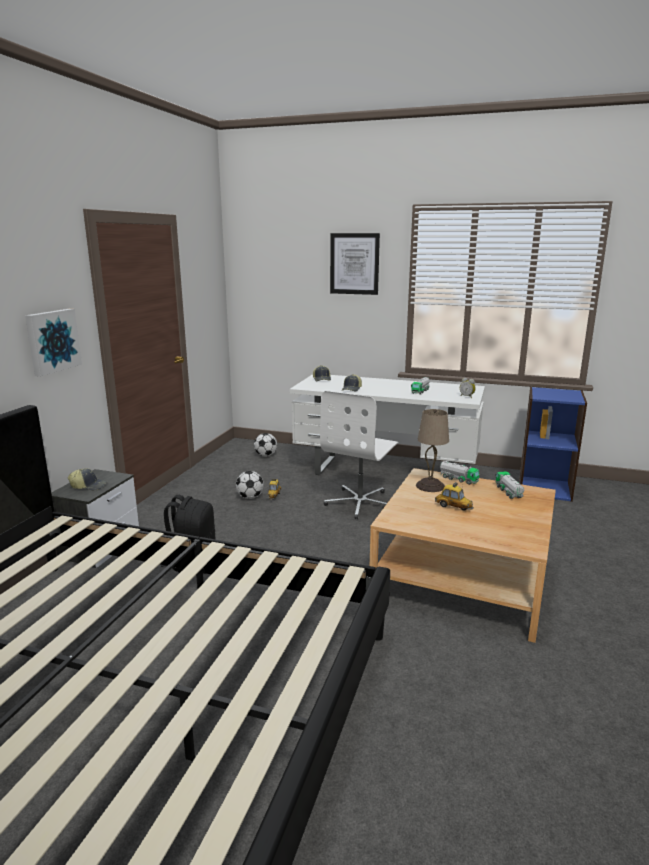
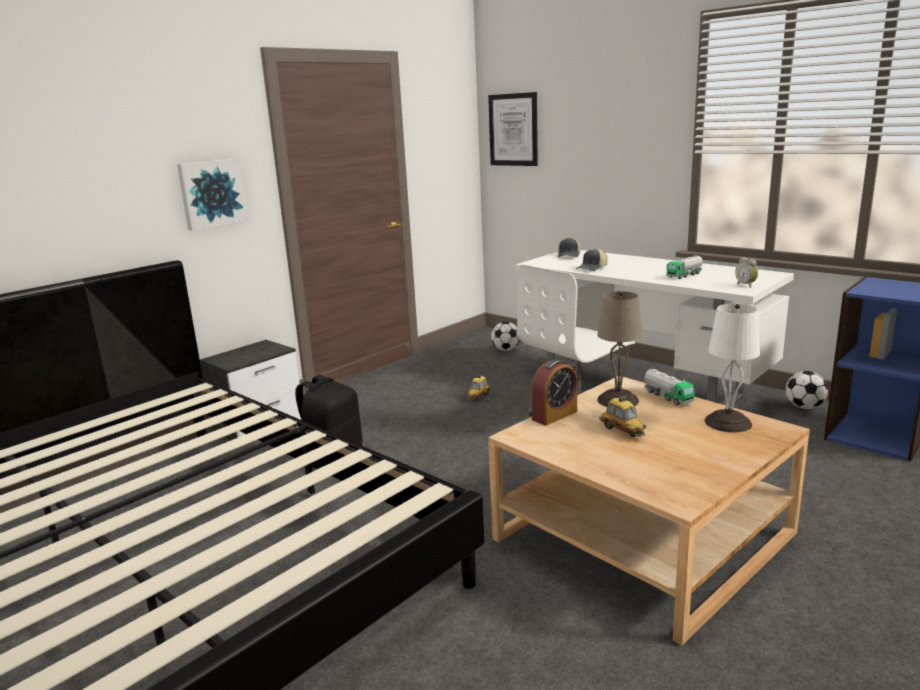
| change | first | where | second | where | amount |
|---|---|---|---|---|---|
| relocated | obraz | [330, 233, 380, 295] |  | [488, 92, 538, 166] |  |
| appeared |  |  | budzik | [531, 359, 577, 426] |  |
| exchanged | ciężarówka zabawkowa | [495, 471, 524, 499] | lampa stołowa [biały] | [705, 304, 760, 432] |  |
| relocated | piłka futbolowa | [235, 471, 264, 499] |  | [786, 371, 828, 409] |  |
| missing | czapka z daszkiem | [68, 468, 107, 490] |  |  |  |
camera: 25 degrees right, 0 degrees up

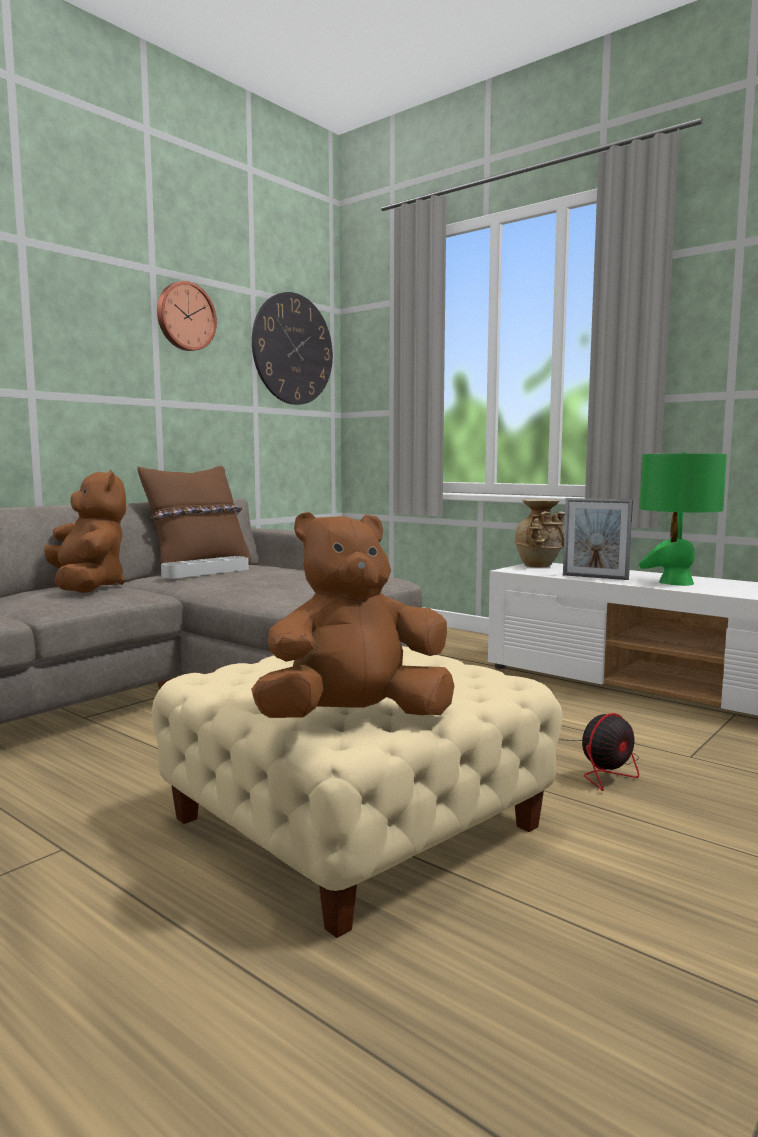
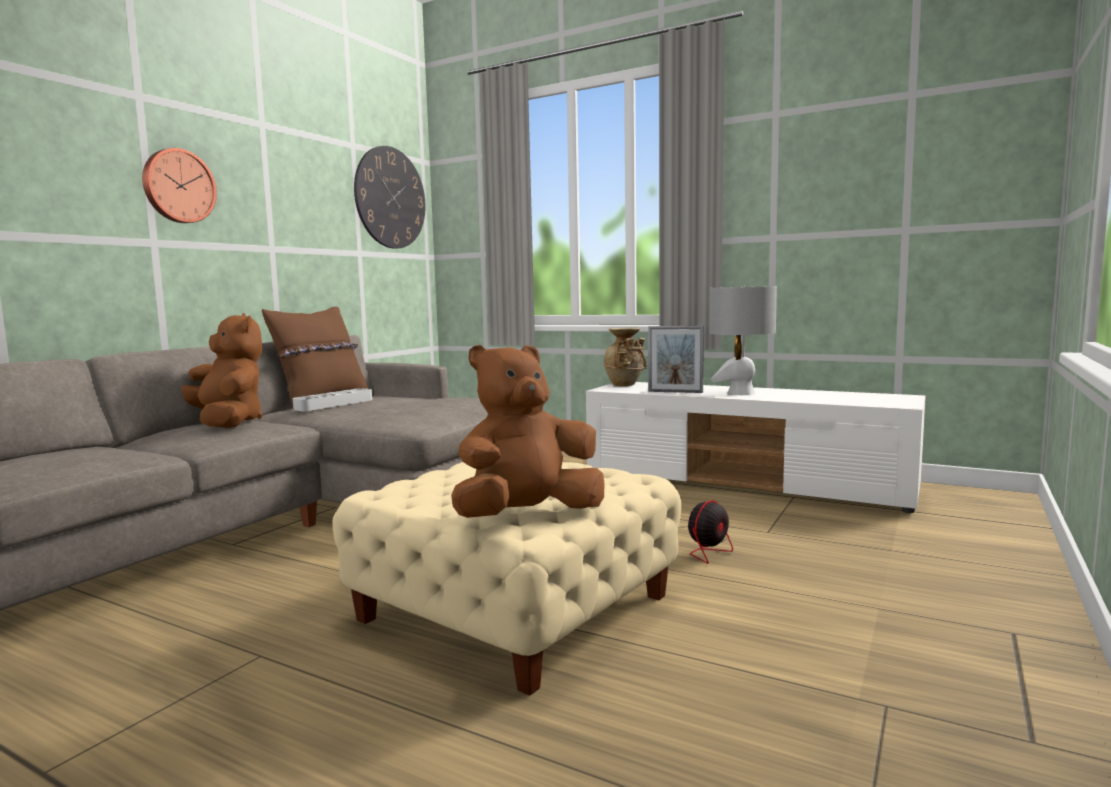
| change | first | where | second | where | amount |
|---|---|---|---|---|---|
| relocated | zegar ścienny | [157, 281, 217, 351] |  | [142, 148, 217, 223] |  |
| colour | lampa stołowa [zielony] | [639, 453, 727, 586] | lampa stołowa [szary] | [710, 286, 777, 395] |  |
camera: 10 degrees left, 0 degrees up

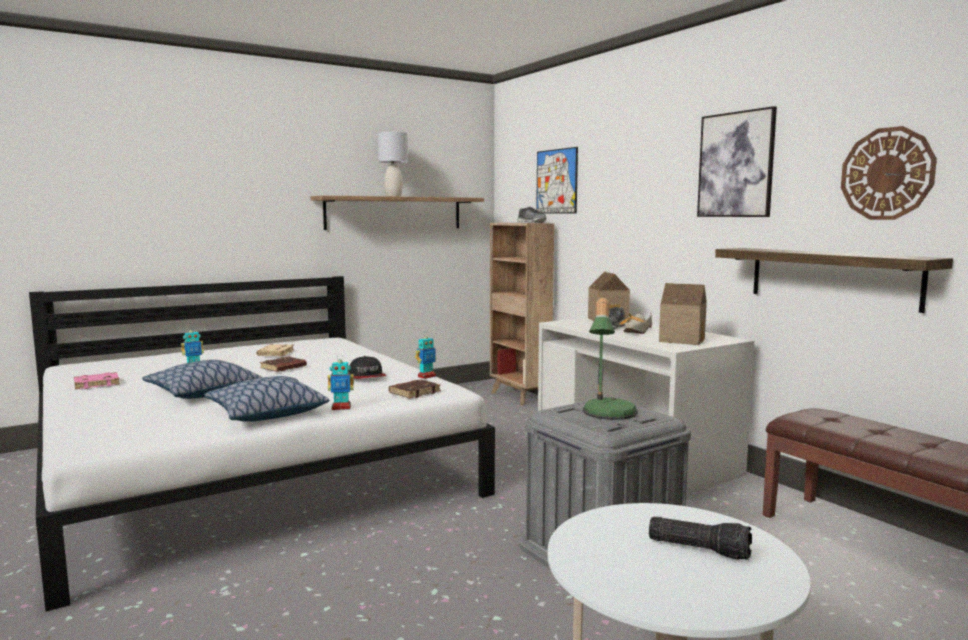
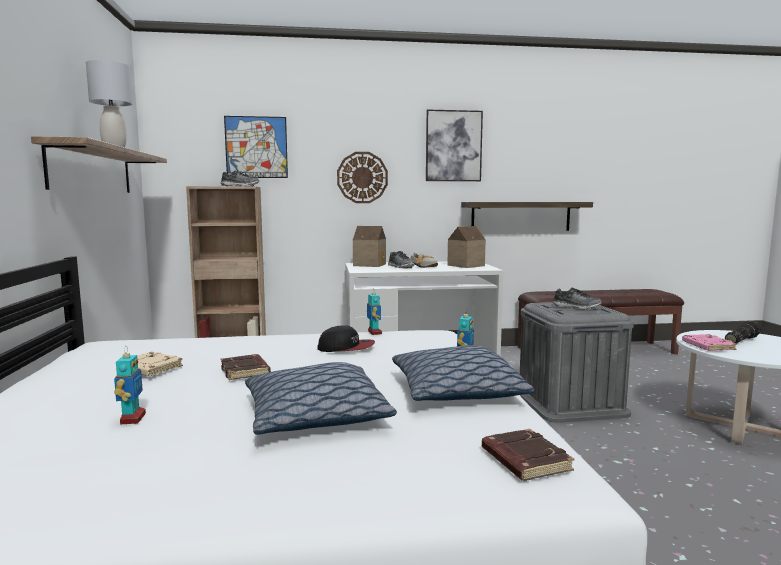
| change | first | where | second | where | amount |
|---|---|---|---|---|---|
| relocated | zegar ścienny | [841, 126, 937, 220] |  | [337, 152, 388, 203] |  |
| relocated | książka [brązowy] | [389, 379, 441, 399] |  | [482, 429, 575, 481] |  |
| exchanged | lampa stołowa | [583, 297, 638, 420] | but | [552, 288, 602, 310] |  |
| relocated | książka [różowy] | [74, 372, 120, 389] |  | [682, 334, 737, 351] |  |
camera: 65 degrees left, 0 degrees up

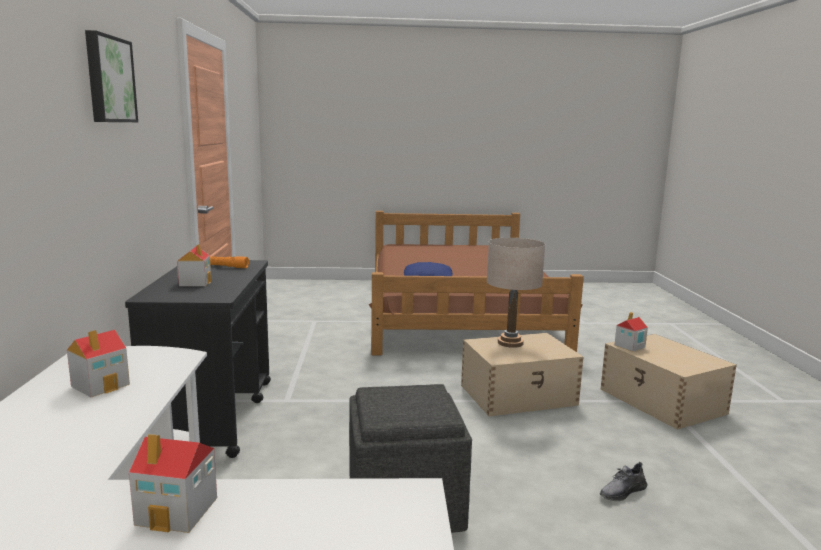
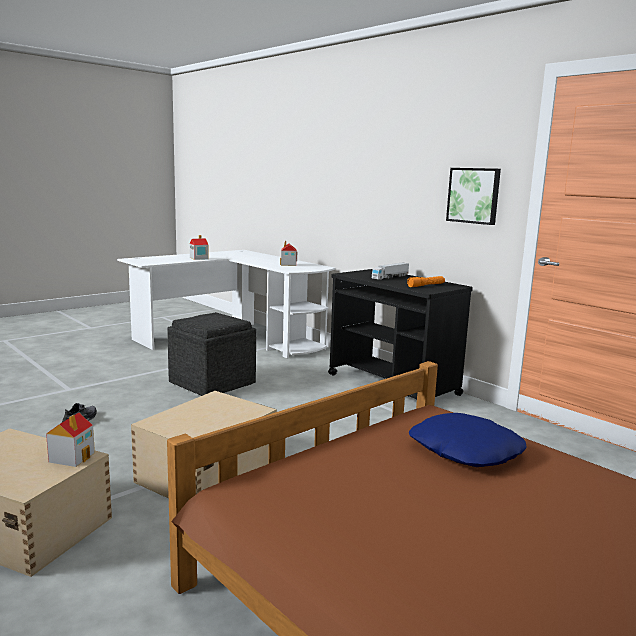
| change | first | where | second | where | amount |
|---|---|---|---|---|---|
| exchanged | domek | [177, 244, 211, 286] | ciężarówka zabawkowa | [372, 262, 409, 280] |  |
| relocated | obraz | [85, 30, 138, 122] |  | [446, 168, 501, 225] |  |
| missing | lampa stołowa [beżowy] | [487, 238, 545, 348] |  |  |  |
camera: 140 degrees right, 0 degrees up

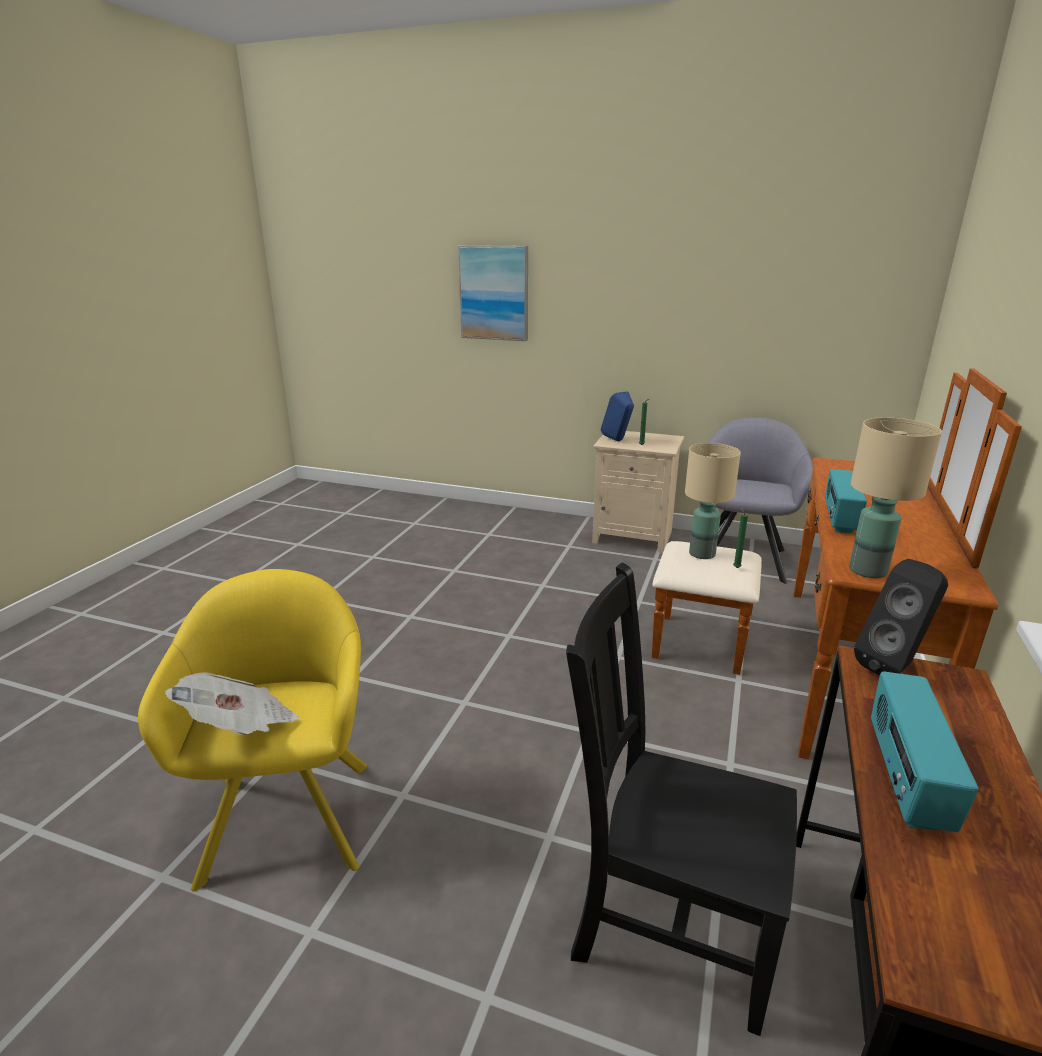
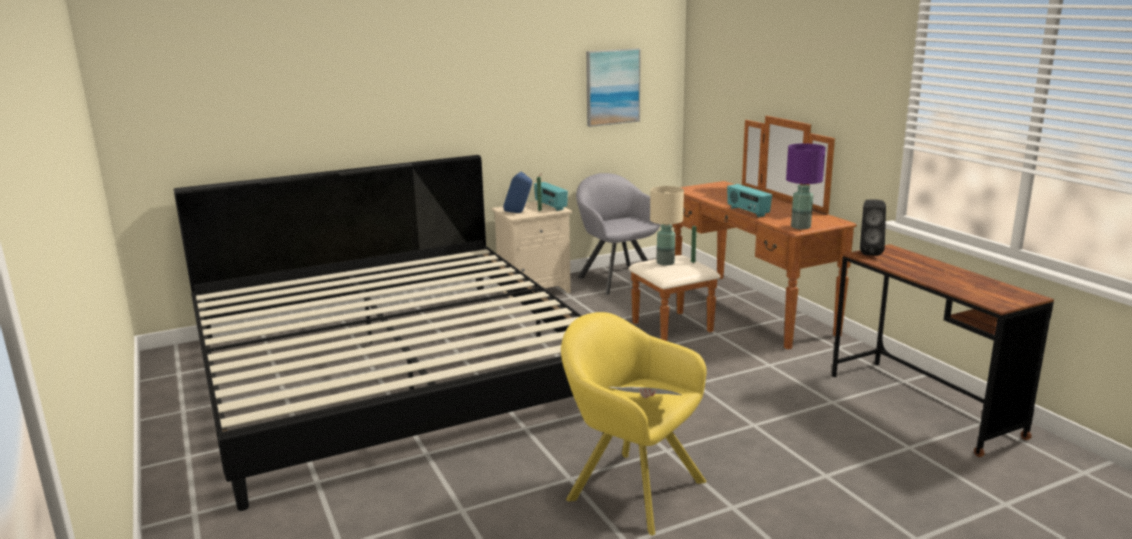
| change | first | where | second | where | amount |
|---|---|---|---|---|---|
| appeared |  |  | łóżko | [174, 155, 582, 511] |  |
| relocated | radio | [871, 672, 978, 832] |  | [534, 182, 568, 211] |  |
| relocated | obraz | [458, 245, 528, 341] |  | [586, 48, 641, 127] |  |
| colour | lampa stołowa [beżowy] | [849, 417, 942, 578] | lampa stołowa [fioletowy] | [786, 143, 825, 230] |  |
| missing | krzesło [czarny] | [566, 563, 797, 1036] |  |  |  |
camera: 45 degrees left, 5 degrees down

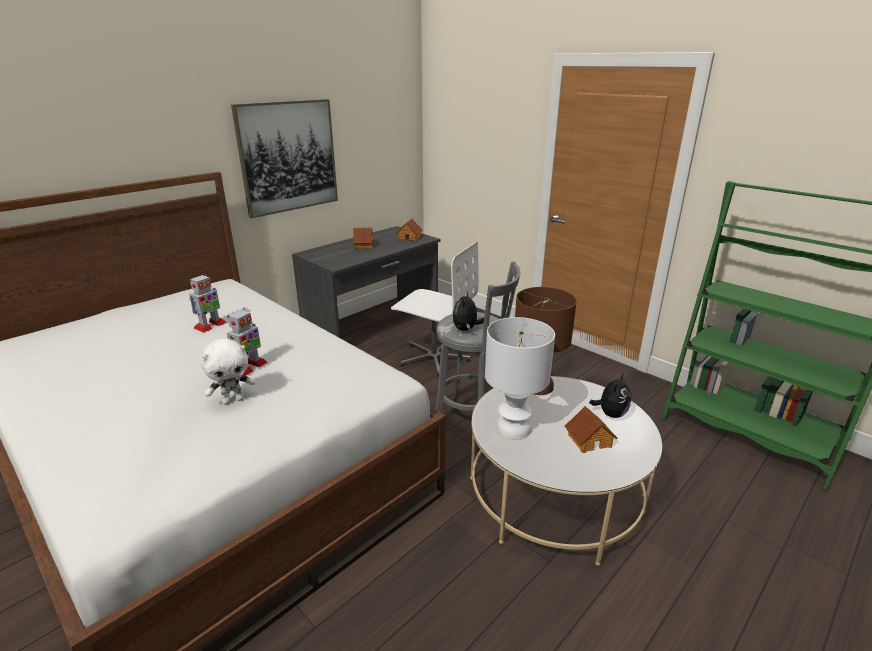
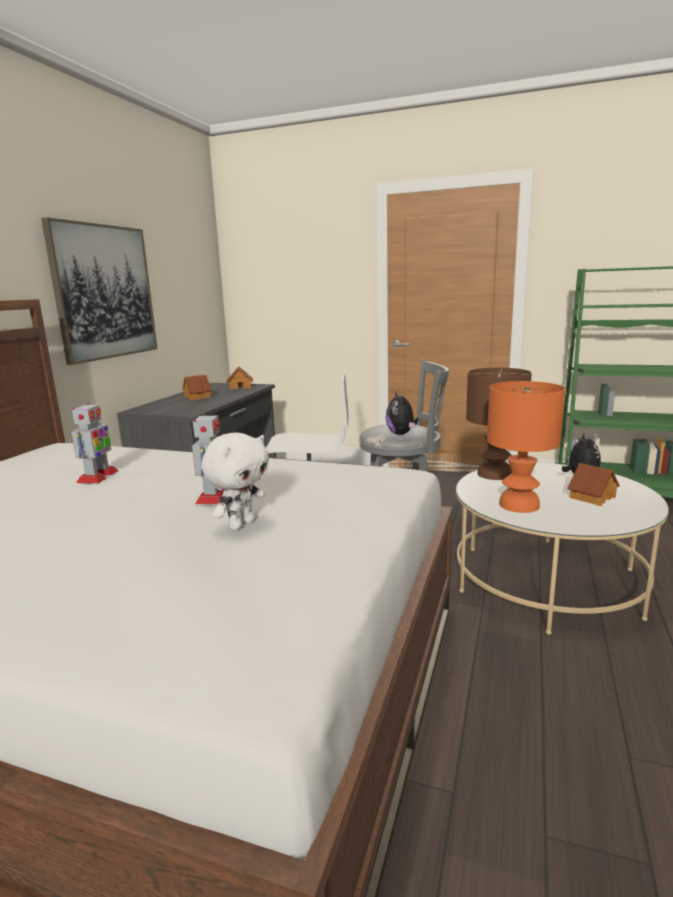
| change | first | where | second | where | amount |
|---|---|---|---|---|---|
| colour | lampa stołowa [biały] | [485, 317, 555, 439] | lampa stołowa [pomarańczowy] | [487, 381, 565, 513] |  |
camera: 25 degrees left, 10 degrees down

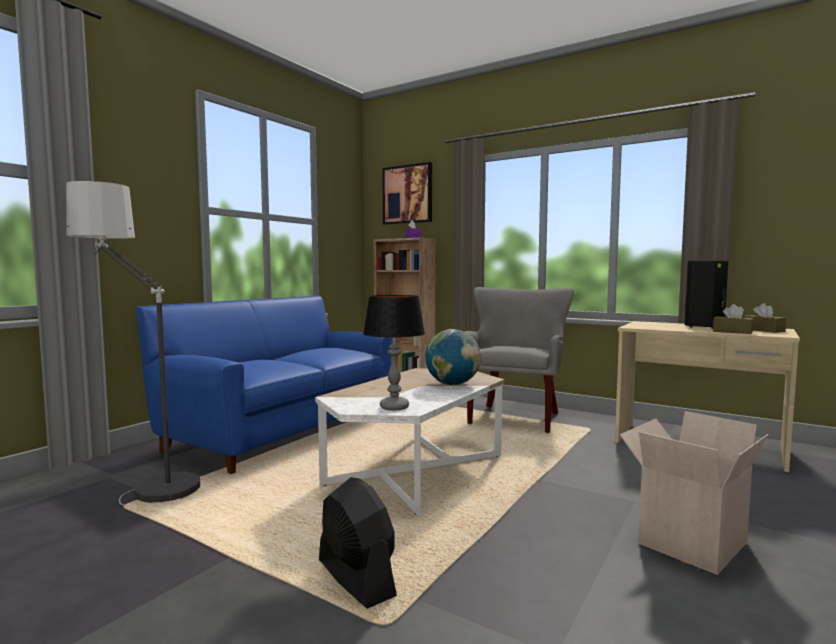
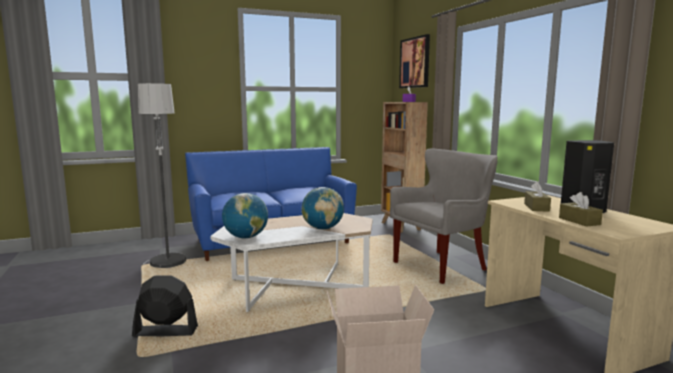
| change | first | where | second | where | amount |
|---|---|---|---|---|---|
| spun | wentylator [czarny] | [319, 477, 397, 609] |  | [132, 275, 198, 337] | 90 degrees counterclockwise |
| exchanged | lampa stołowa | [363, 295, 425, 411] | globus | [222, 193, 268, 239] |  |
| relocated | pudełko chusteczek [brązowy] | [743, 303, 786, 333] |  | [524, 182, 551, 212] |  |
camera: 35 degrees right, 5 degrees up

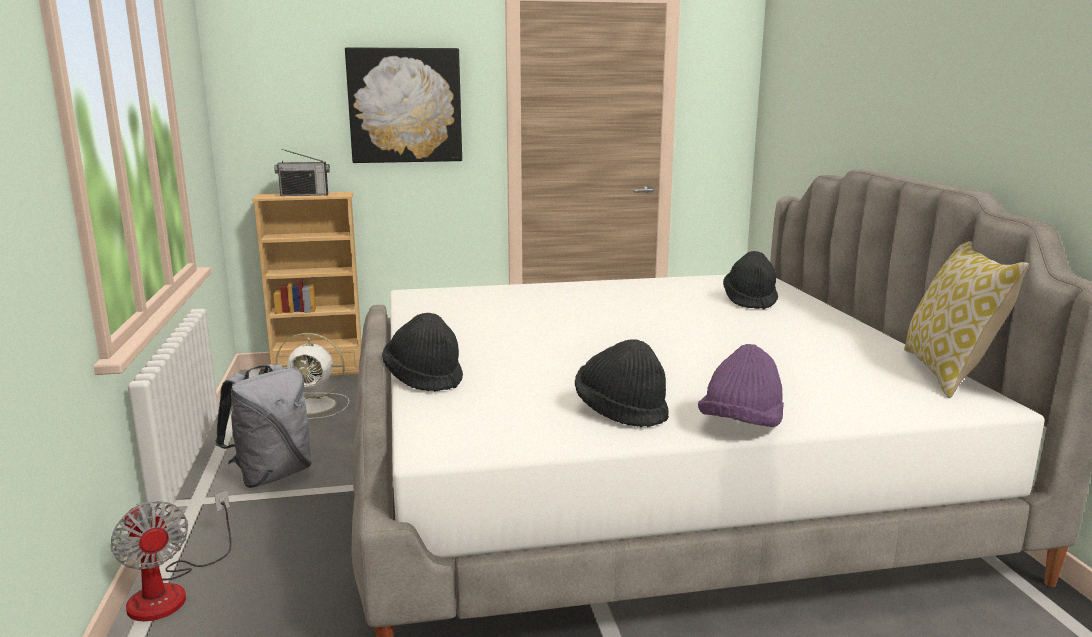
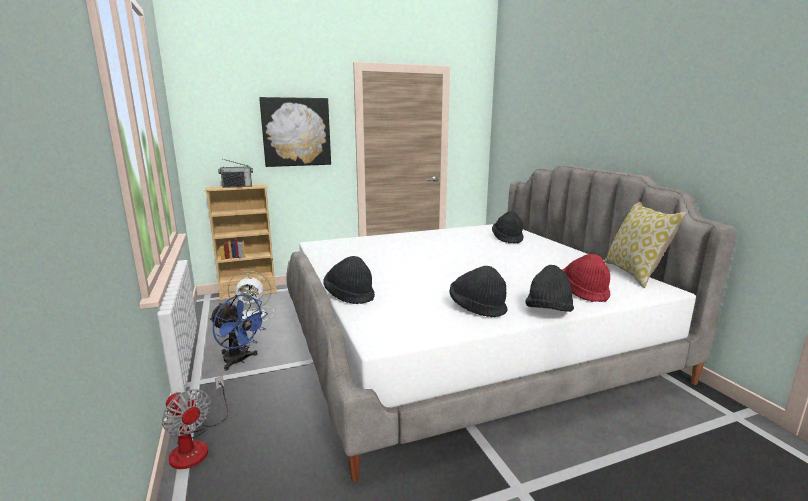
| change | first | where | second | where | amount |
|---|---|---|---|---|---|
| exchanged | plecak [szary] | [215, 364, 312, 488] | wentylator [niebieski] | [210, 294, 268, 371] |  |
| colour | kapelusz [fioletowy] | [698, 344, 784, 427] | kapelusz [czarny] | [525, 265, 574, 312] |  |
| appeared |  |  | kapelusz [czerwony] | [562, 254, 610, 302] |  |
camera: 10 degrees left, 0 degrees up

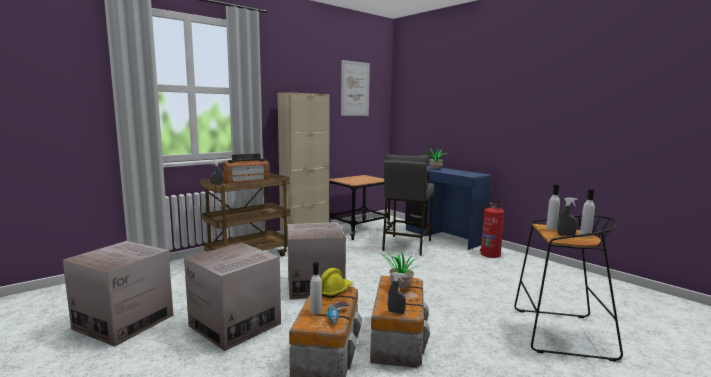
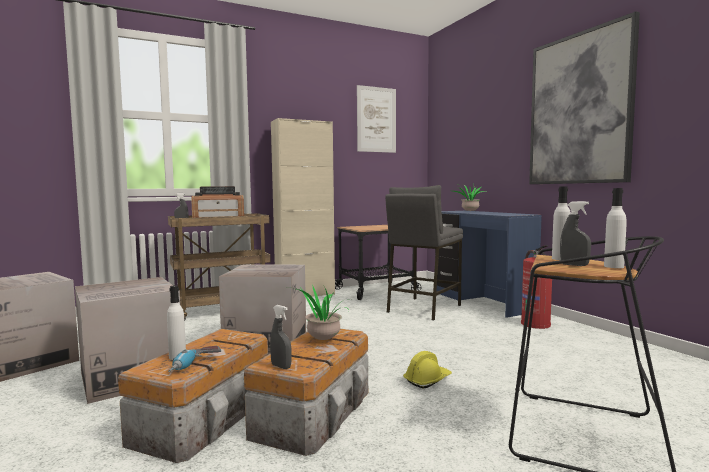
| change | first | where | second | where | amount |
|---|---|---|---|---|---|
| relocated | kask [żółty] | [321, 268, 353, 298] |  | [403, 351, 452, 388] |  |
| appeared |  |  | obraz | [529, 11, 640, 184] |  |
camera: 15 degrees right, 5 degrees down

